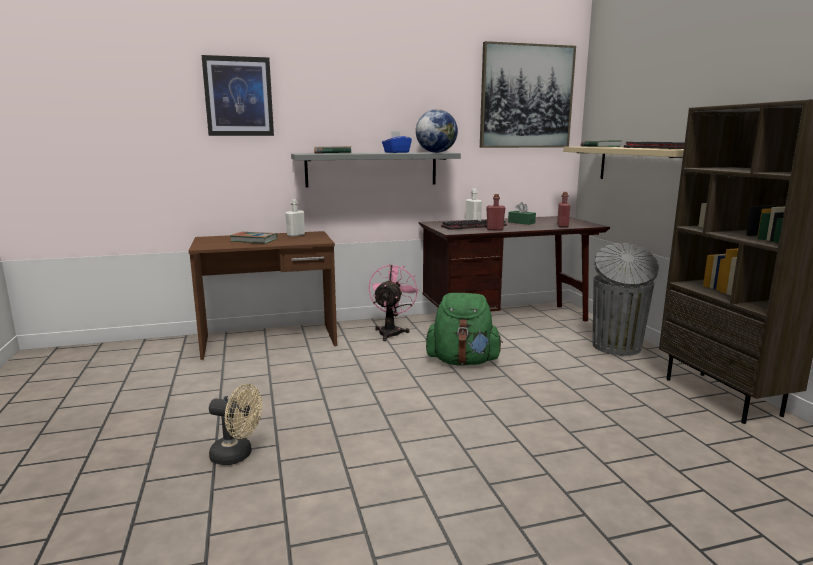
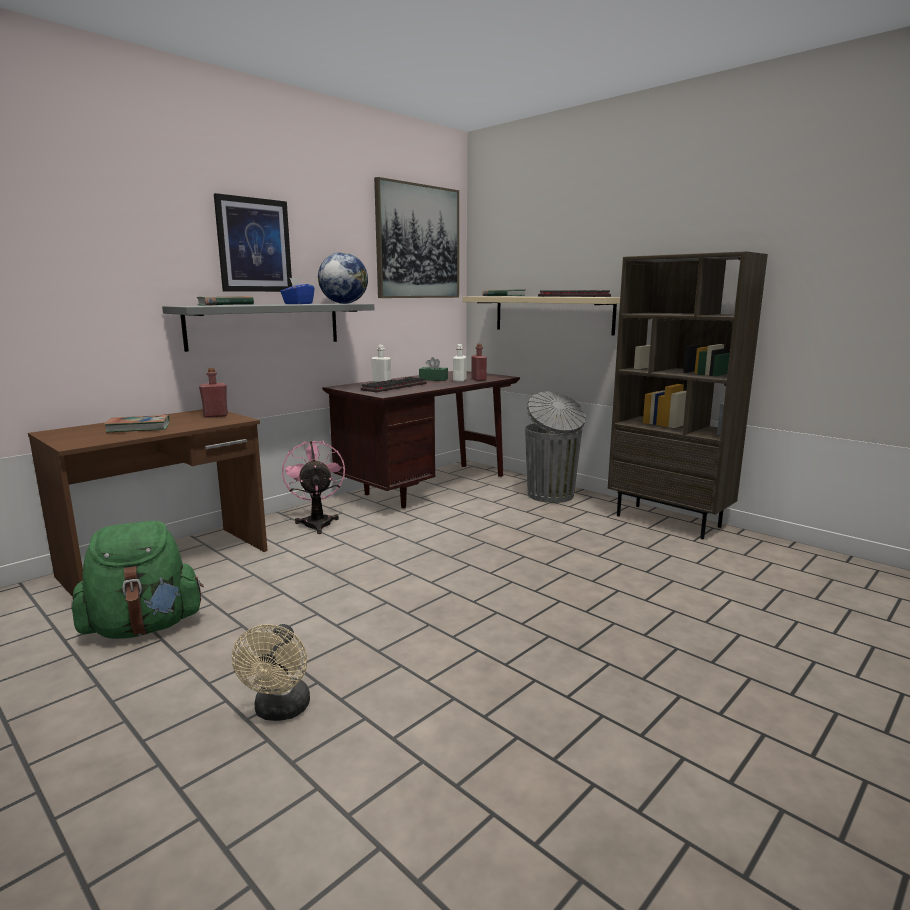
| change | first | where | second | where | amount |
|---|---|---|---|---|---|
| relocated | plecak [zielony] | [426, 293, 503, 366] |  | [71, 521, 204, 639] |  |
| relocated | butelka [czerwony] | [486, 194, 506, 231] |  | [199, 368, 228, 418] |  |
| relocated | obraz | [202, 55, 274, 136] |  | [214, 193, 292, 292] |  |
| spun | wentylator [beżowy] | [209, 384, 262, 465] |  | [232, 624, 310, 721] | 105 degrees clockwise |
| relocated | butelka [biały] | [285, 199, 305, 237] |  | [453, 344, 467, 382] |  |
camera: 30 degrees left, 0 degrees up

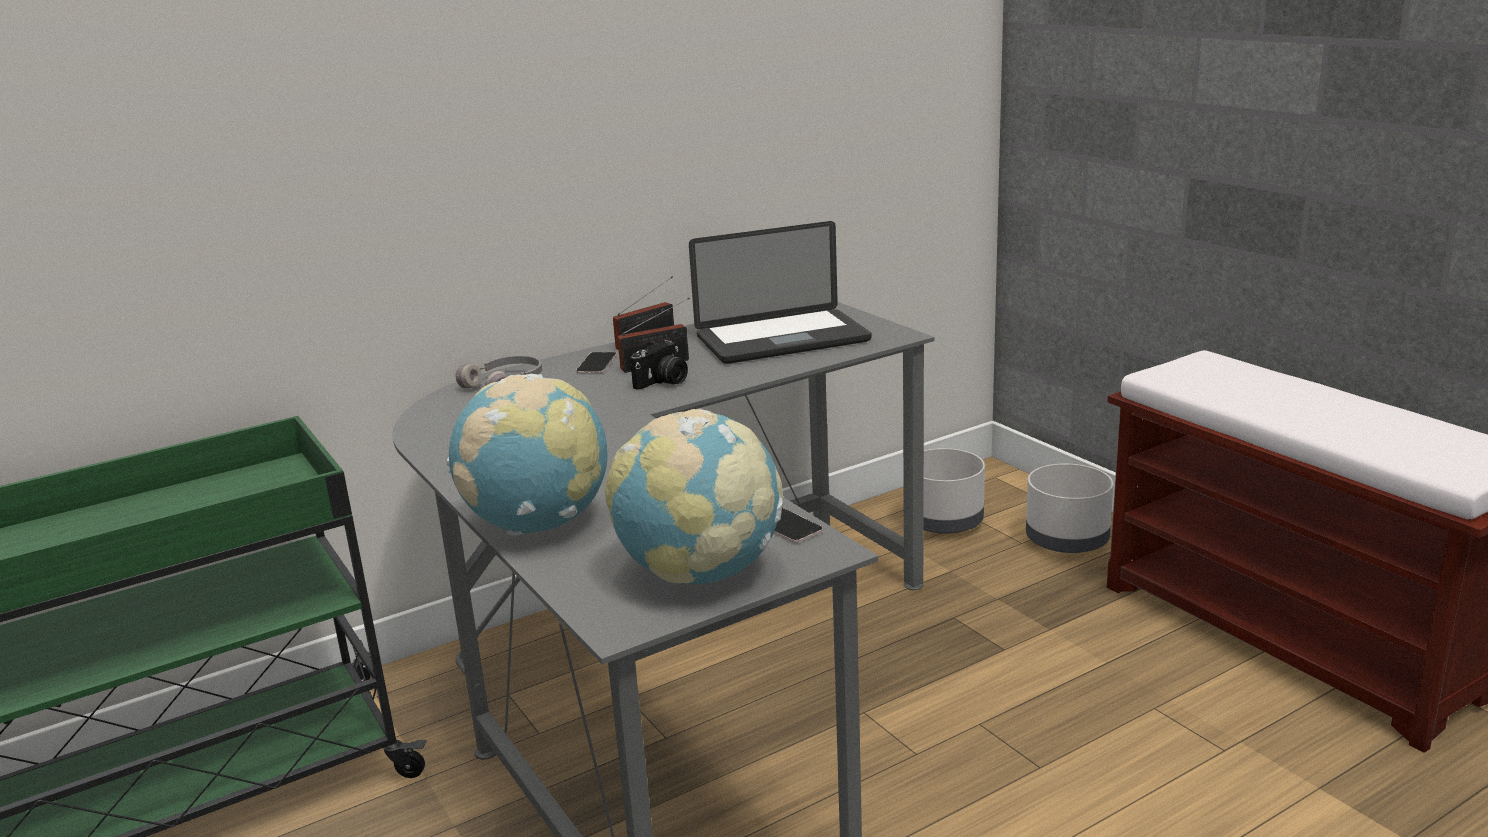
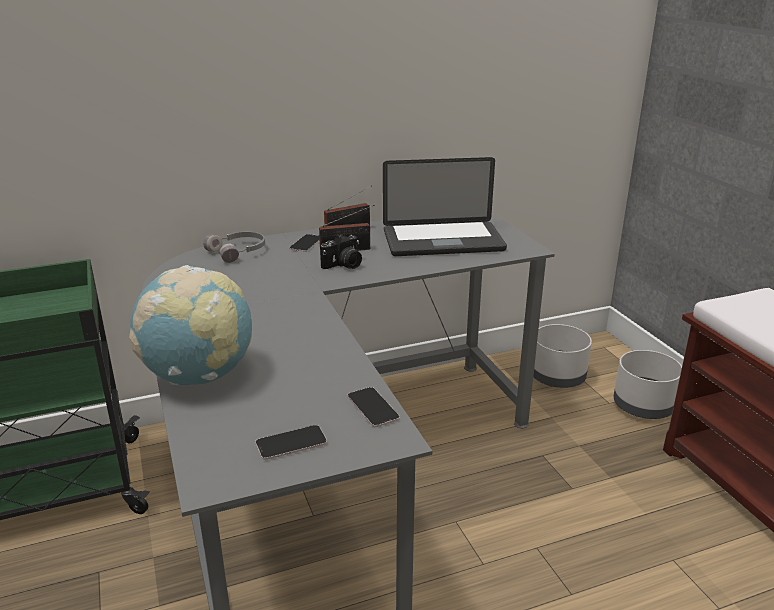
| change | first | where | second | where | amount |
|---|---|---|---|---|---|
| exchanged | globus | [605, 409, 783, 584] | telefon | [255, 425, 327, 460] |  |
camera: 10 degrees right, 5 degrees up

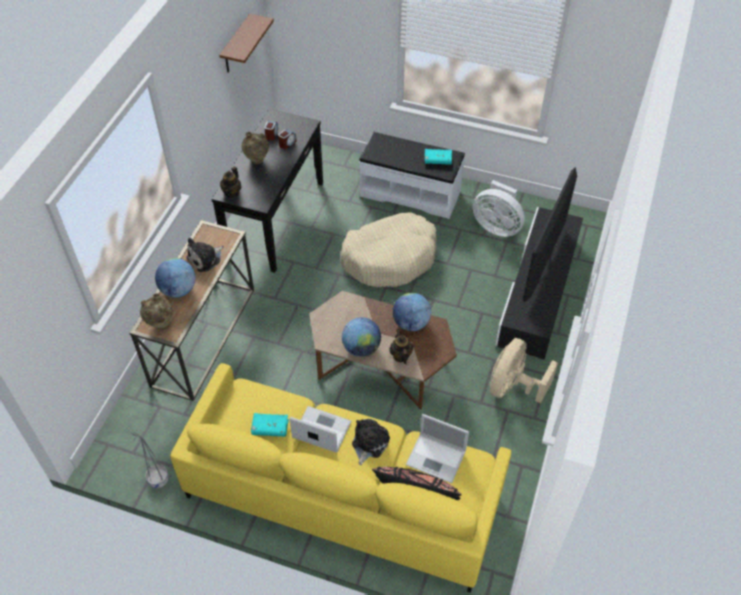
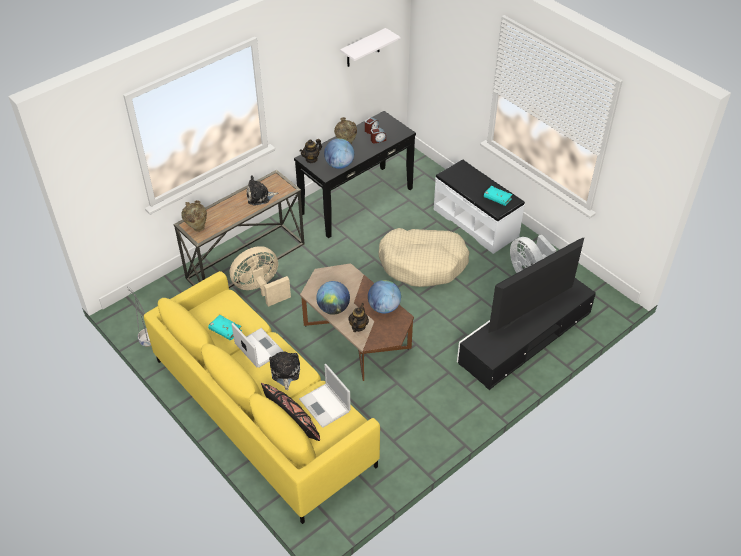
| change | first | where | second | where | amount |
|---|---|---|---|---|---|
| relocated | wentylator [beżowy] | [490, 338, 558, 403] |  | [229, 246, 291, 307] |  |
| spun | pluszak | [352, 419, 390, 465] |  | [269, 352, 300, 390] | 60 degrees counterclockwise |
| relocated | globus | [155, 258, 196, 298] |  | [324, 138, 354, 169] |  |
| colour | półka [brązowy] | [219, 14, 274, 73] | półka [biały] | [340, 28, 400, 67] |  |
camera: 30 degrees right, 5 degrees down

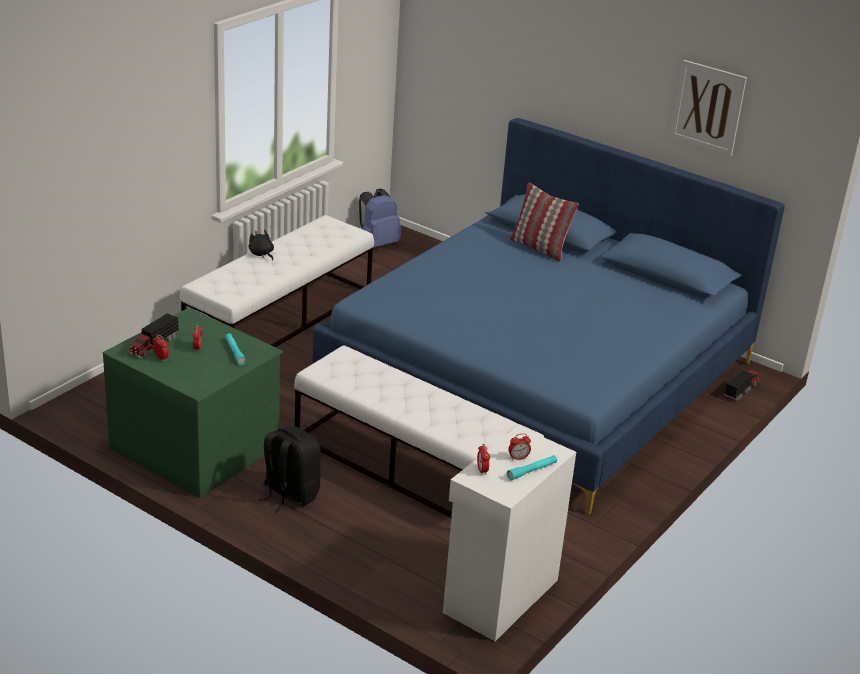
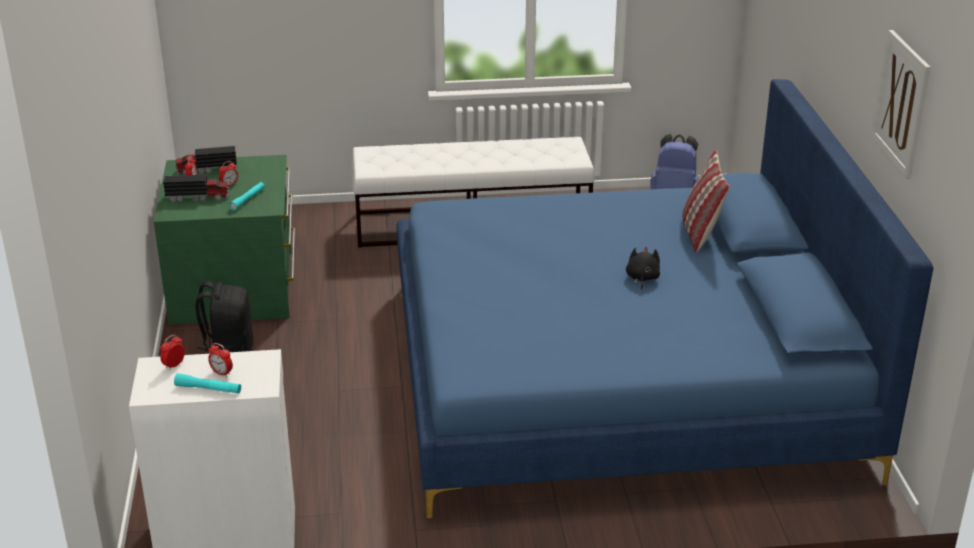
| change | first | where | second | where | amount |
|---|---|---|---|---|---|
| relocated | ciężarówka zabawkowa | [724, 367, 759, 401] |  | [163, 174, 230, 202] |  |
| relocated | pluszak [czarny] | [249, 230, 274, 260] |  | [626, 246, 660, 290] |  |
| missing | ławka [biały] | [294, 345, 544, 517] |  |  |  |
camera: 50 degrees right, 0 degrees up

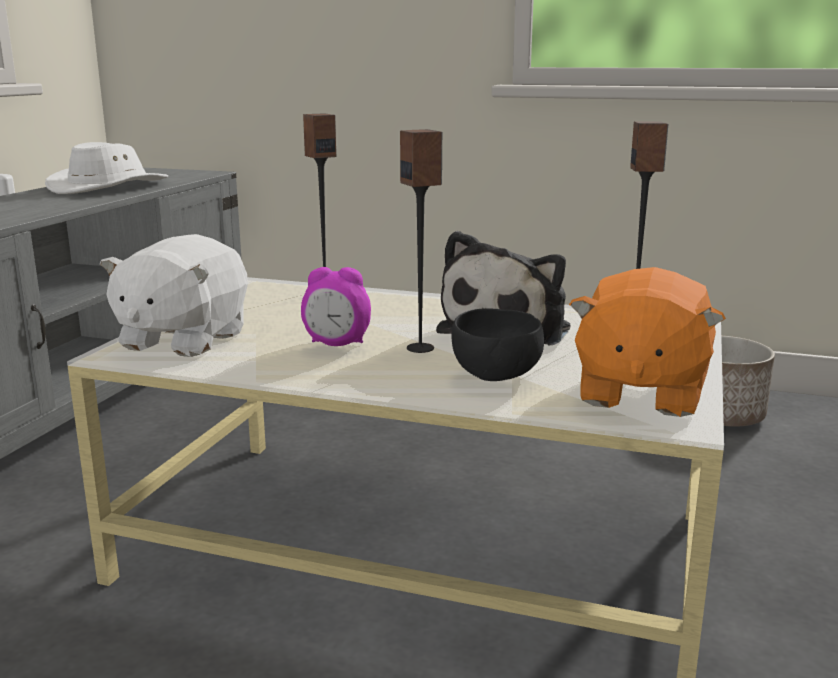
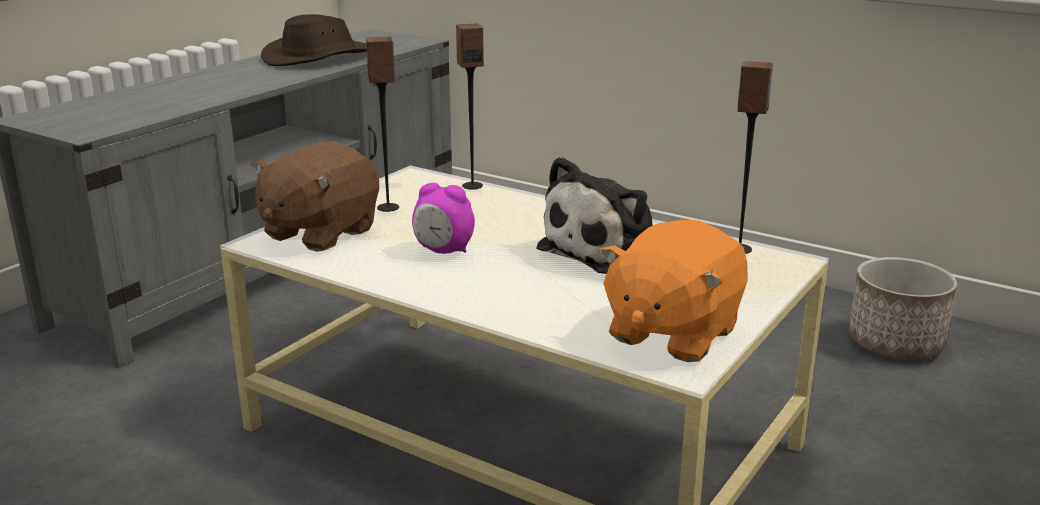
| change | first | where | second | where | amount |
|---|---|---|---|---|---|
| colour | pluszak [biały] | [100, 234, 248, 357] | pluszak [brązowy] | [251, 141, 379, 252] |  |
| colour | kapelusz [biały] | [45, 142, 168, 194] | kapelusz [brązowy] | [261, 14, 367, 66] |  |
| relocated | głośnik | [400, 129, 442, 353] |  | [366, 37, 399, 212] |  |
| missing | miska [czarny] | [452, 308, 544, 381] |  |  |  |
camera: 15 degrees right, 5 degrees up

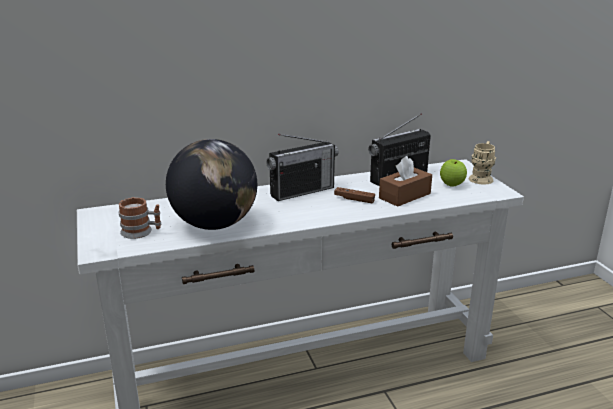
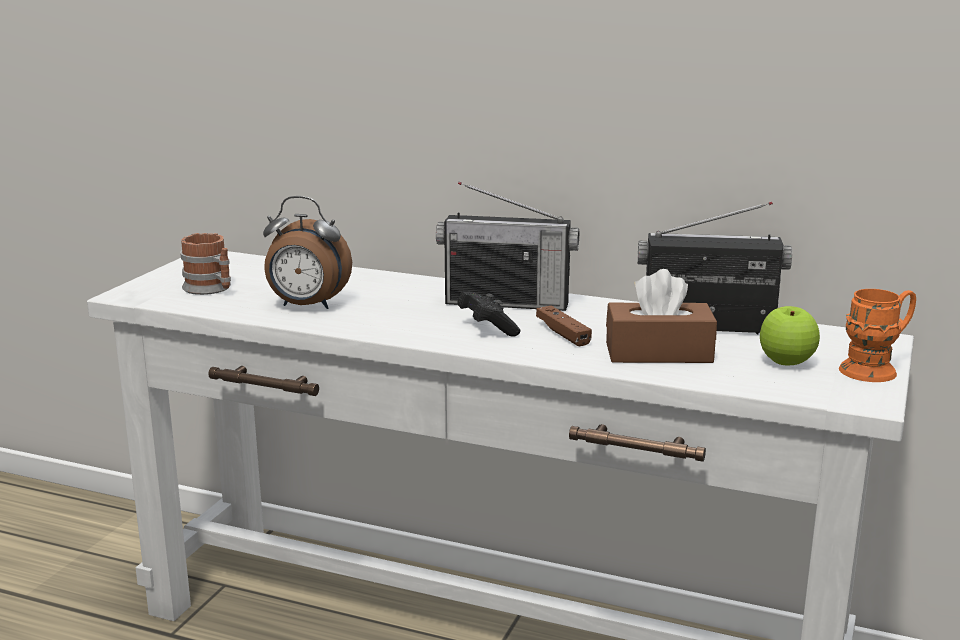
| change | first | where | second | where | amount |
|---|---|---|---|---|---|
| exchanged | globus | [166, 139, 257, 230] | budzik | [263, 196, 352, 309] |  |
| appeared |  |  | pad do gier [czarny] | [457, 291, 520, 336] |  |
| colour | kubek [beżowy] | [469, 141, 496, 184] | kubek [pomarańczowy] | [839, 289, 916, 382] |  |
camera: 40 degrees right, 5 degrees down

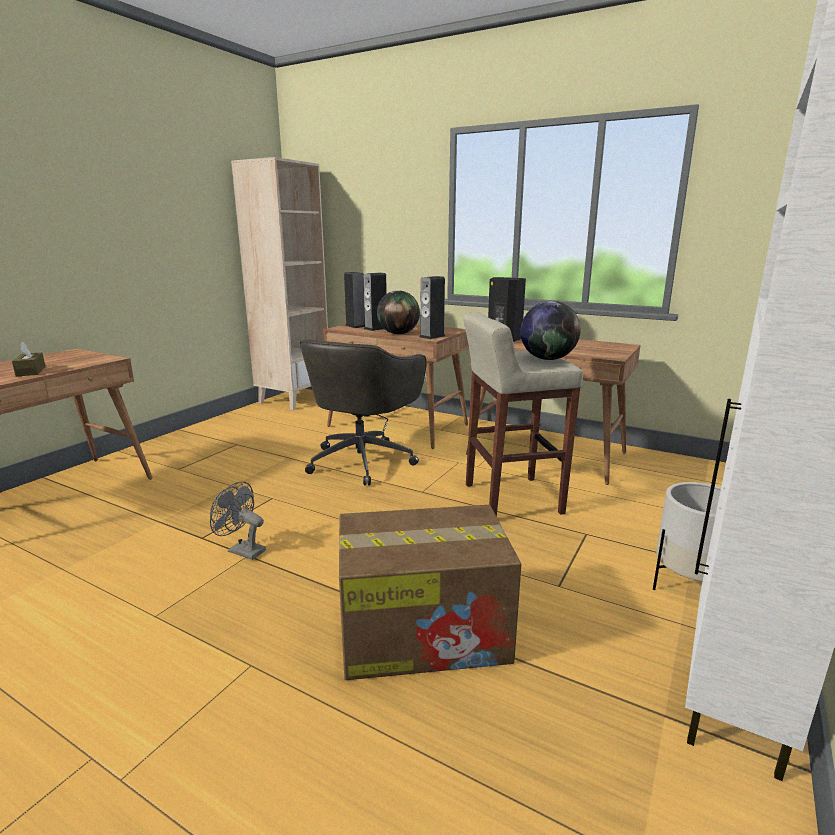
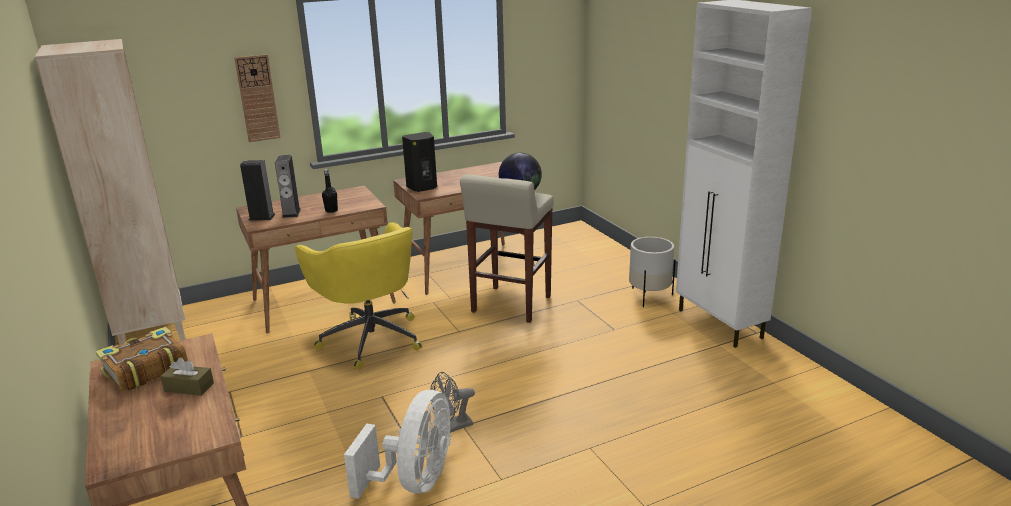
| change | first | where | second | where | amount |
|---|---|---|---|---|---|
| appeared |  |  | książka | [95, 326, 188, 392] |  |
| appeared |  |  | zegar ścienny | [234, 54, 281, 142] |  |
| colour | krzesło biurowe [szary] | [300, 339, 427, 486] | krzesło biurowe [żółty] | [295, 222, 422, 369] |  |
| exchanged | globus | [377, 291, 420, 334] | butelka [czarny] | [322, 169, 338, 213] |  |
| appeared |  |  | wentylator [biały] | [344, 390, 451, 499] |  |
| missing | karton | [339, 505, 521, 680] |  |  |  |
| missing | głośnik | [419, 276, 445, 339] |  |  |  |
camera: 55 degrees left, 5 degrees up

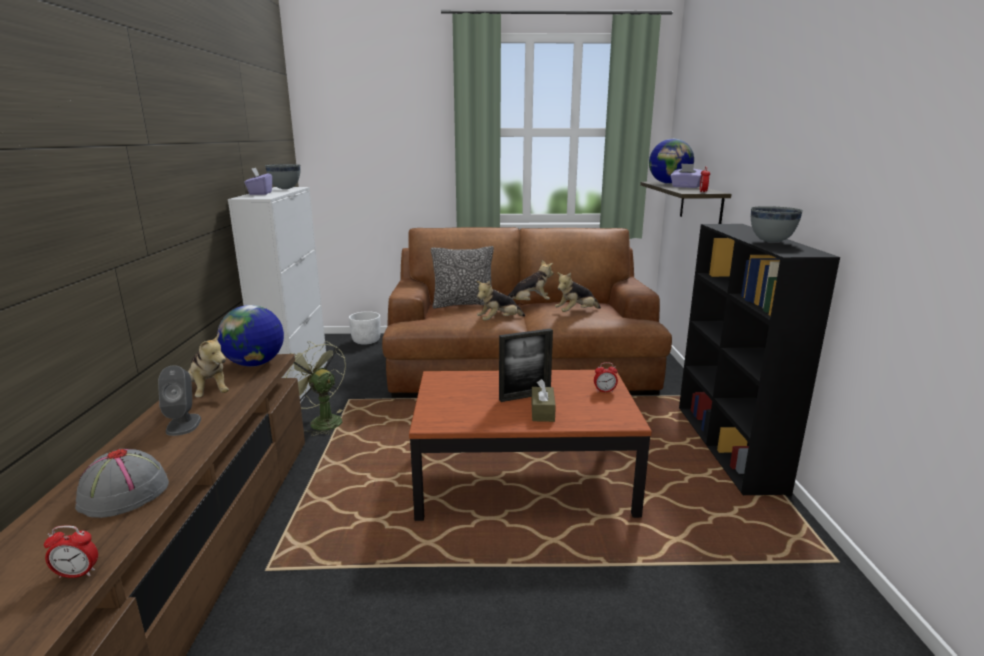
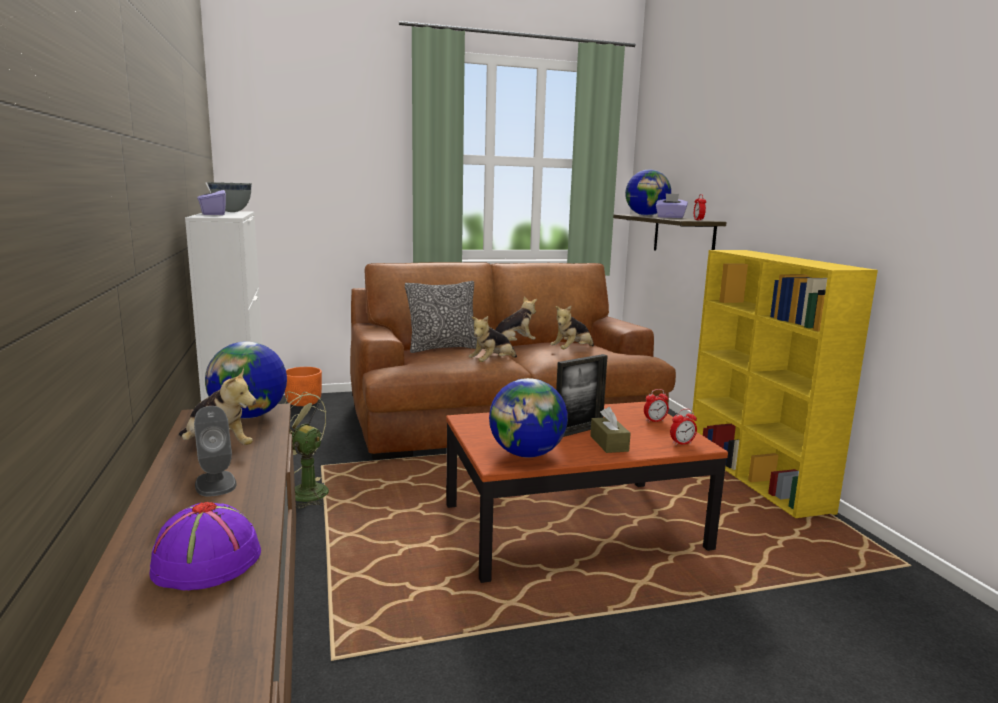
| change | first | where | second | where | amount |
|---|---|---|---|---|---|
| colour | kapelusz [szary] | [75, 449, 169, 518] | kapelusz [fioletowy] | [149, 502, 261, 590] |  |
| colour | donica [biały] | [349, 311, 381, 345] | donica [pomarańczowy] | [285, 367, 322, 406] |  |
| appeared |  |  | globus | [489, 378, 568, 458] |  |
| relocated | budzik | [44, 526, 98, 578] |  | [670, 409, 697, 445] |  |
| colour | regał [czarny] | [679, 224, 840, 496] | regał [żółty] | [691, 250, 878, 518] |  |
| missing | miska [szary] | [751, 206, 803, 243] |  |  |  |
camera: 15 degrees left, 5 degrees down

